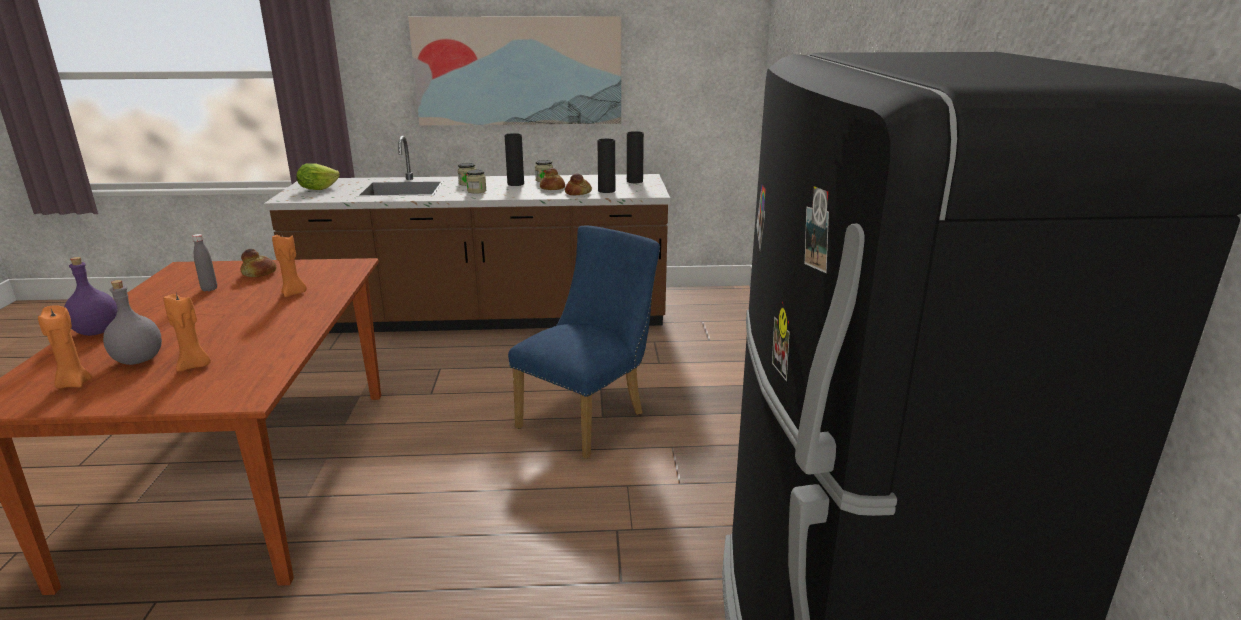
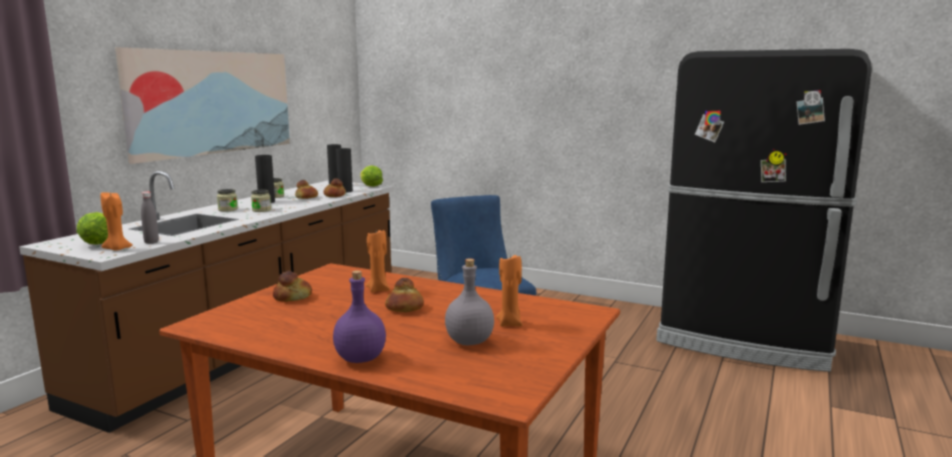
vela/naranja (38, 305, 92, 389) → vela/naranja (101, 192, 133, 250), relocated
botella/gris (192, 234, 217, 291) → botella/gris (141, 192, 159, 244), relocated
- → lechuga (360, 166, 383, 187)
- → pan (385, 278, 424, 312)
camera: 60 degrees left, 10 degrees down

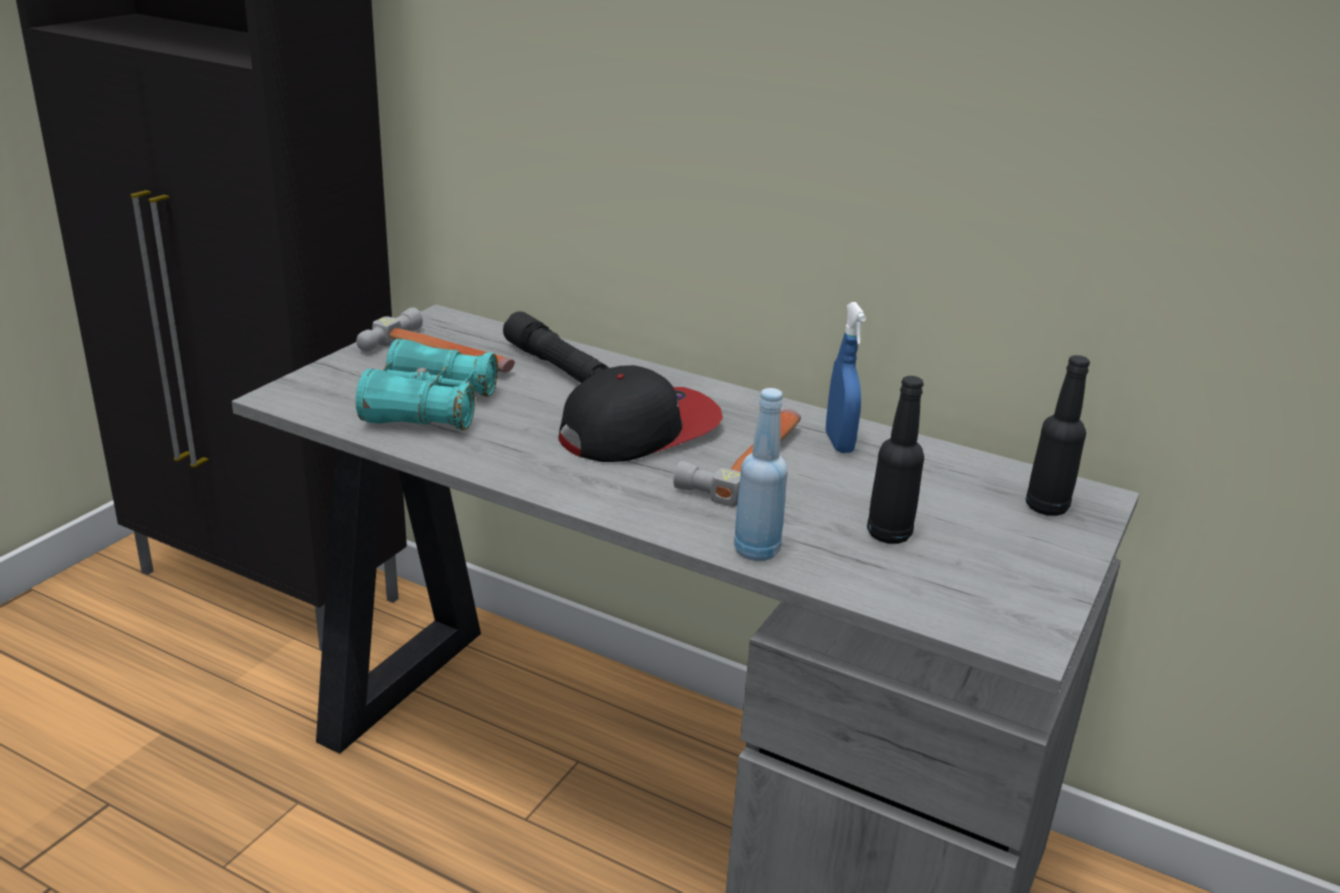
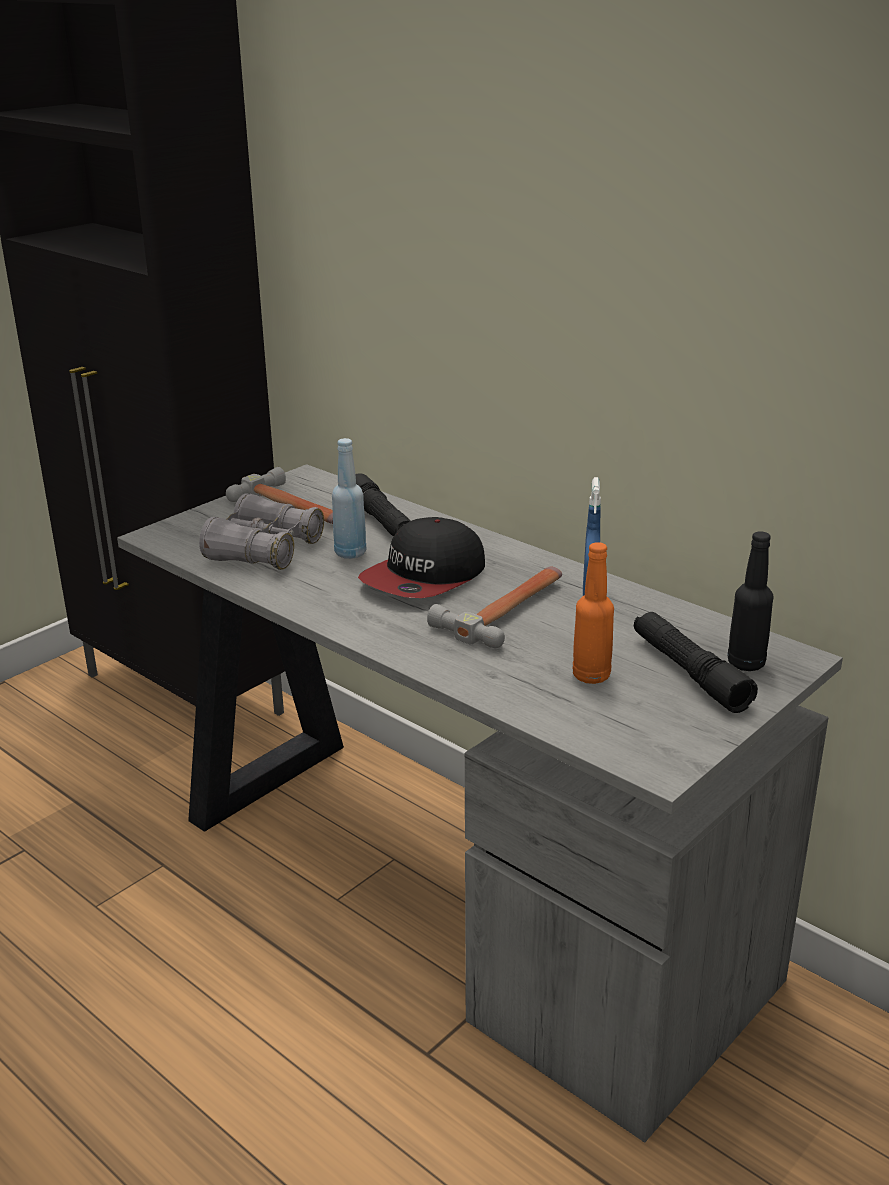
prismáticos/turquesa (356, 339, 498, 430) → prismáticos/gris (199, 493, 324, 570)
botella/azul (734, 388, 788, 561) → botella/azul (332, 438, 366, 559), relocated
gorra (559, 365, 723, 462) → gorra (358, 517, 485, 598), 150 degrees clockwise
botella/negro (867, 376, 924, 544) → botella/naranja (573, 542, 614, 684)
- → linterna/negro (634, 612, 758, 713)
camera: 15 degrees right, 0 degrees up

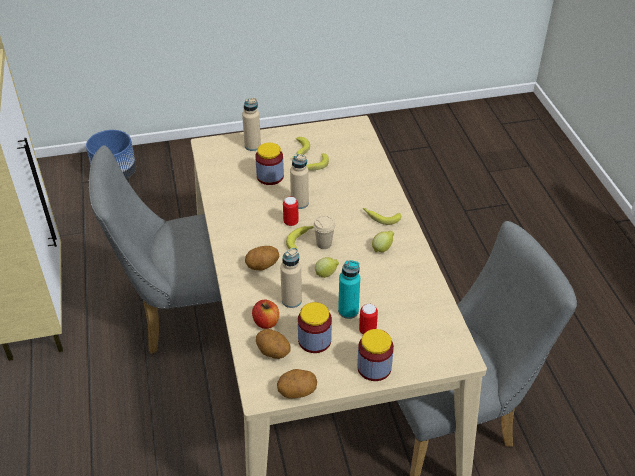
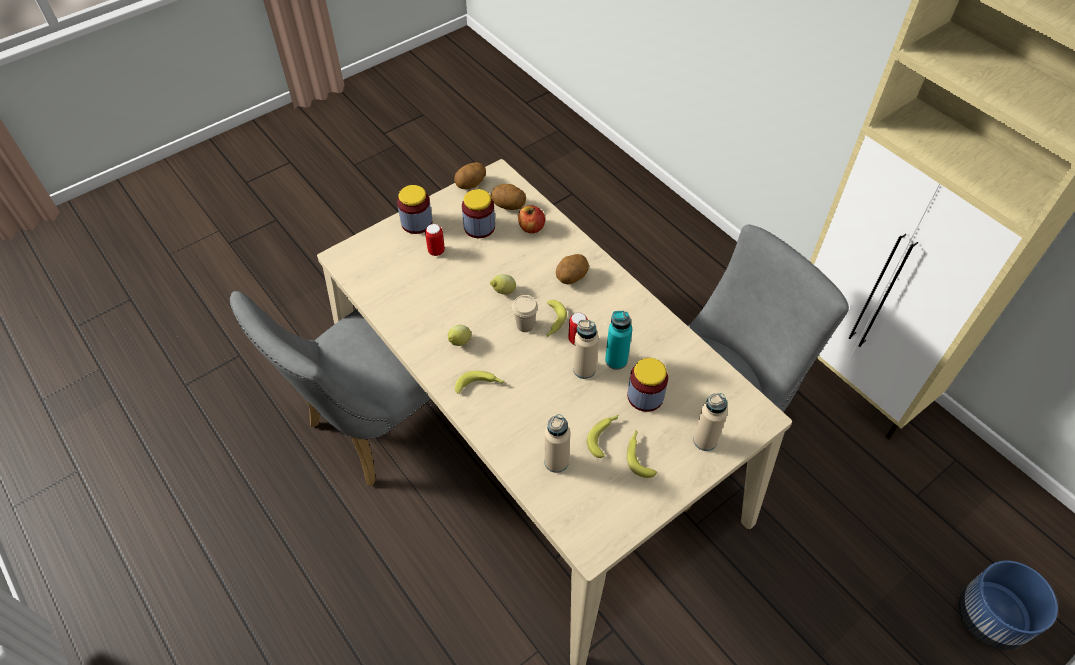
botella/beis (280, 247, 302, 308) → botella/beis (544, 414, 570, 473), relocated
botella/turquesa (338, 260, 360, 319) → botella/turquesa (605, 311, 632, 370), relocated
camera: 155 degrees right, 10 degrees up

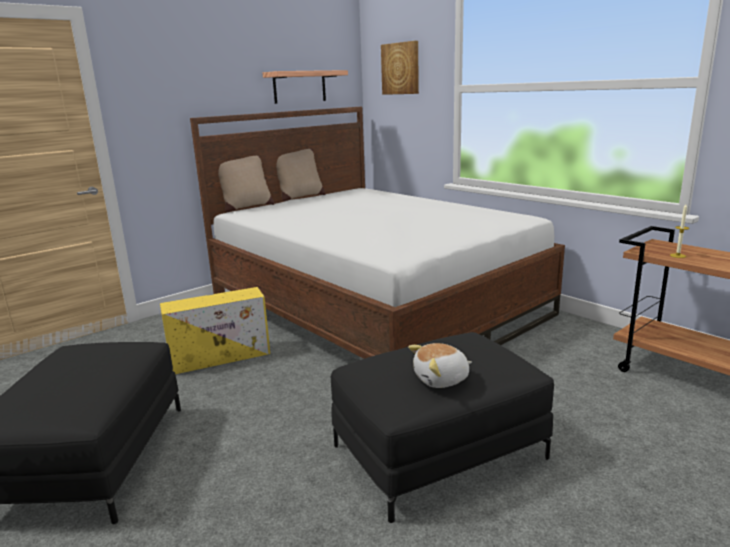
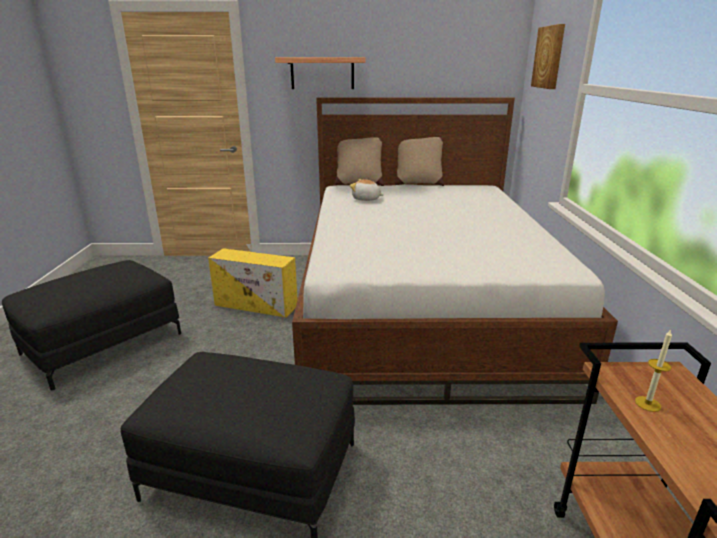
estante (263, 70, 348, 104) → estante (275, 57, 366, 89), relocated
peluche (408, 343, 472, 388) → peluche (350, 179, 384, 201), relocated
camera: 40 degrees right, 5 degrees up

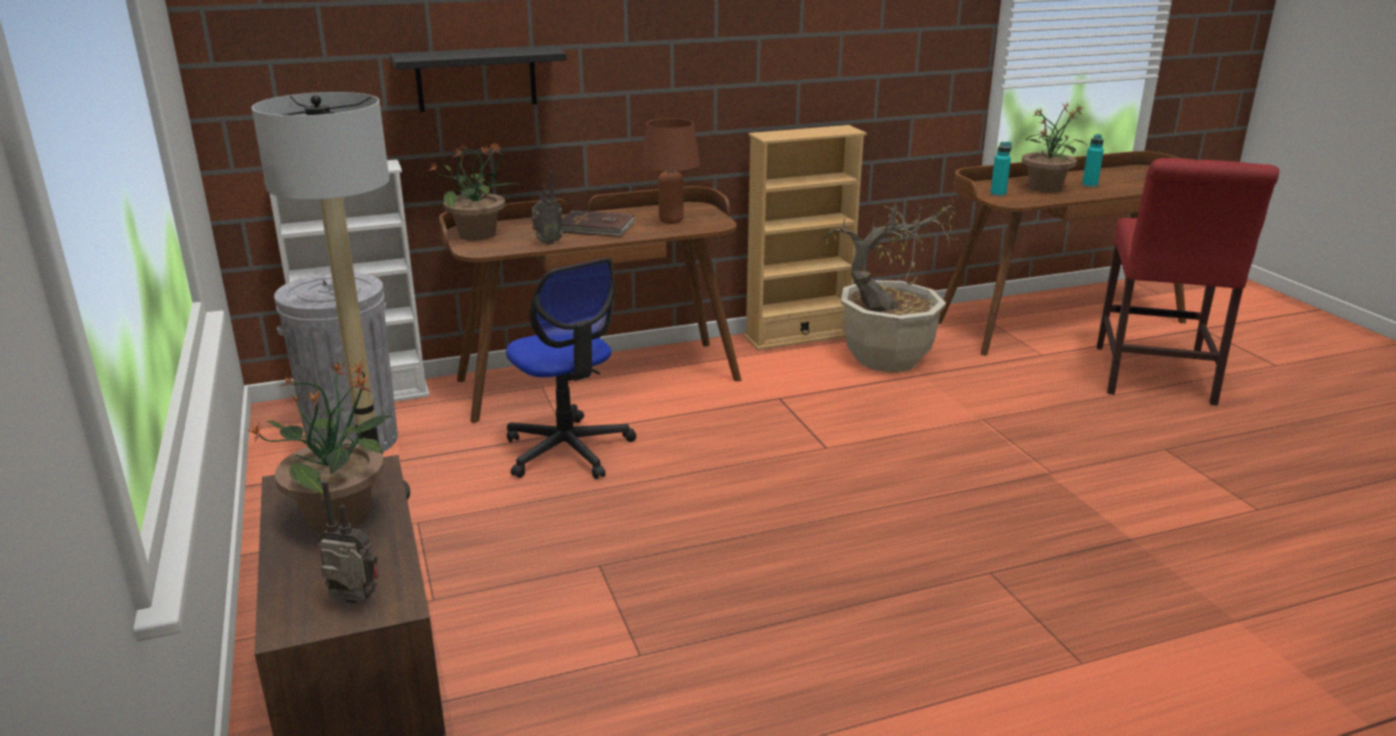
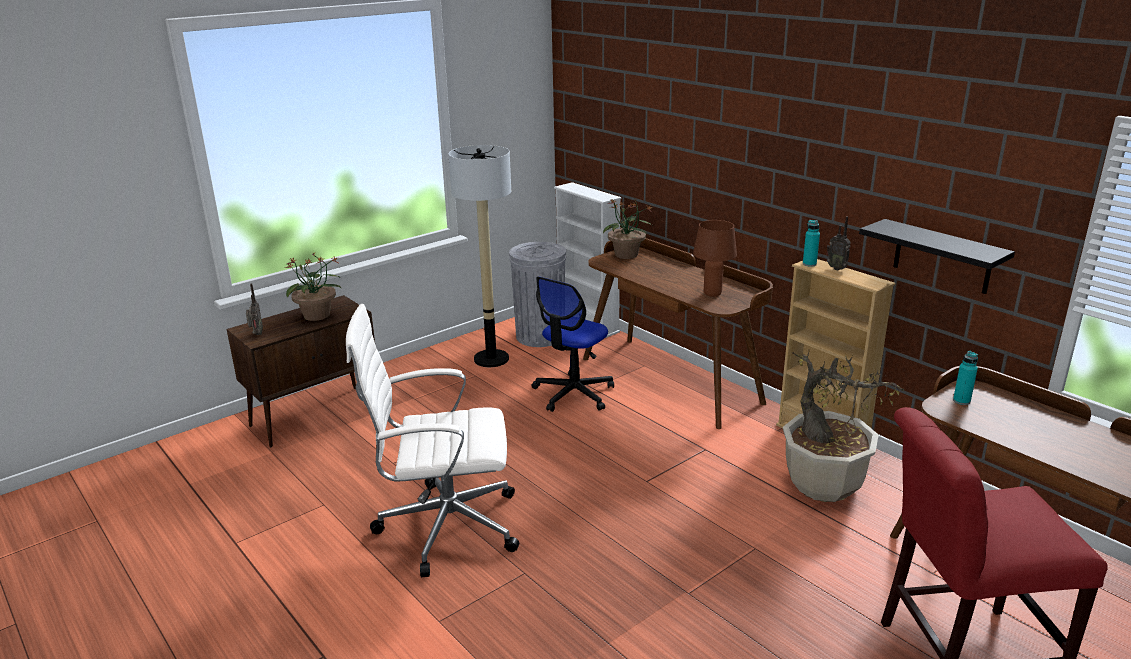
- → silla de oficina/blanco (346, 304, 519, 577)
botella/turquesa (1082, 134, 1104, 187) → botella/turquesa (803, 220, 820, 267), relocated
radio (532, 171, 563, 245) → radio (827, 216, 850, 270), relocated
estante/negro (390, 45, 567, 112) → estante/negro (859, 219, 1015, 294), relocated
libro/marrón (562, 210, 635, 237) → -
planta en maceta (1022, 102, 1087, 192) → -
camera: 70 degrees right, 0 degrees up

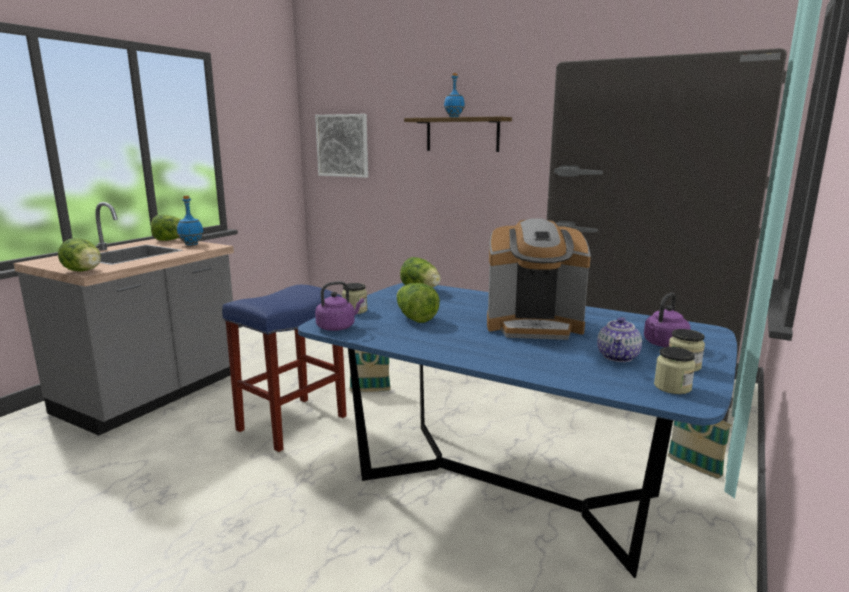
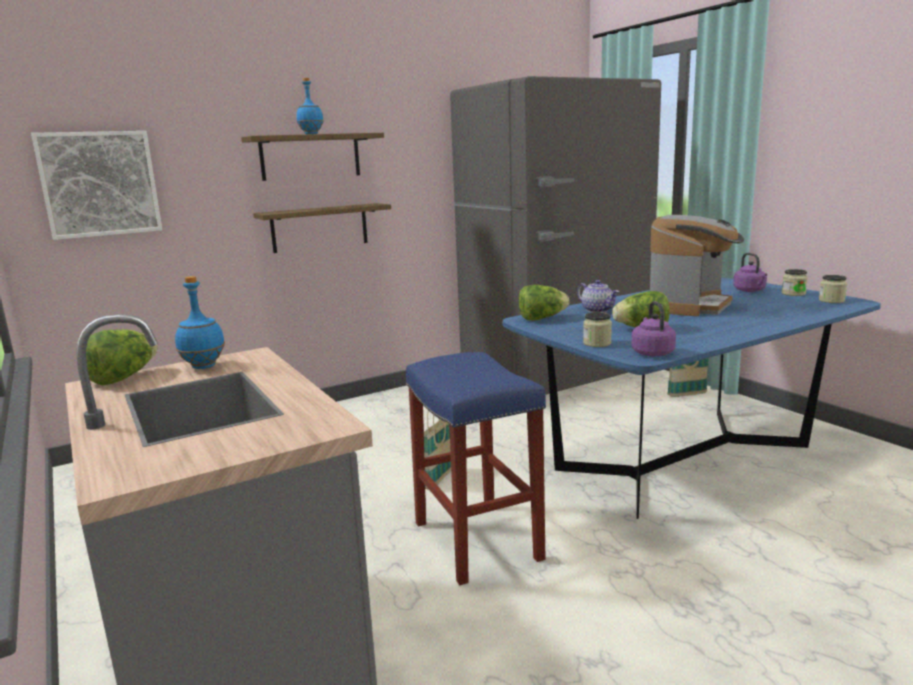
- → estante (253, 203, 391, 253)
tetera (597, 317, 642, 362) → tetera (577, 280, 619, 312), relocated
lechuga (58, 238, 101, 272) → -
camera: 60 degrees left, 0 degrees up

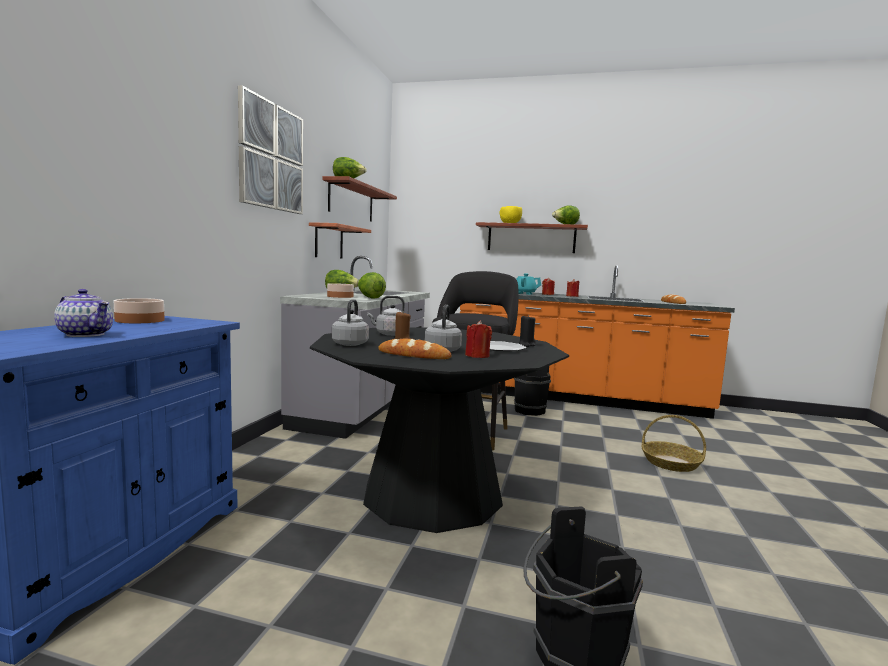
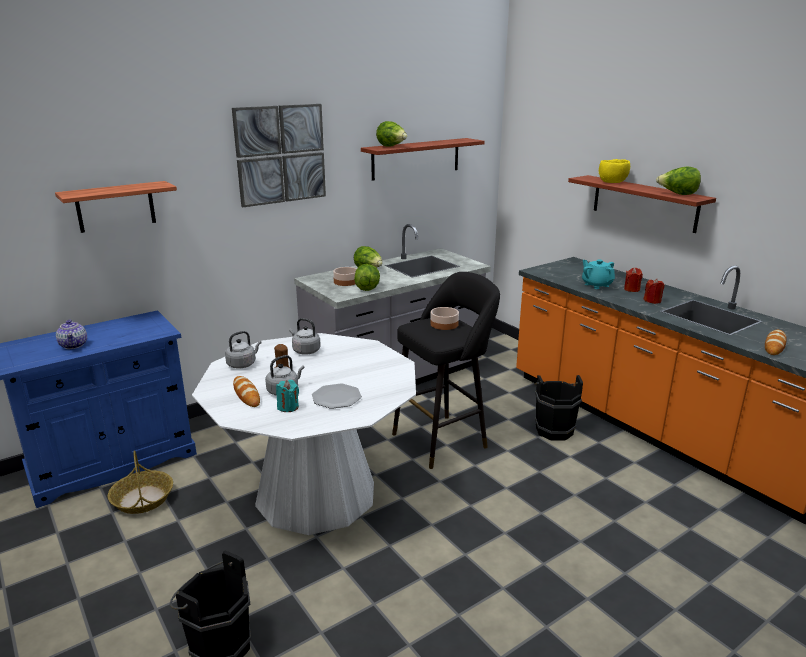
estante (309, 222, 371, 259) → estante (55, 181, 177, 233), relocated
cesta (641, 415, 706, 472) → cesta (108, 451, 173, 514), relocated
mesa de comedor/negro (310, 327, 569, 533) → mesa de comedor/blanco (192, 333, 416, 535)
vela/rojo (465, 320, 492, 358) → vela/turquesa (276, 380, 299, 412)
cuenco (114, 298, 165, 323) → cuenco (430, 307, 459, 330), relocated
vela/negro (518, 316, 536, 347) → -
camera: 40 degrees right, 15 degrees up

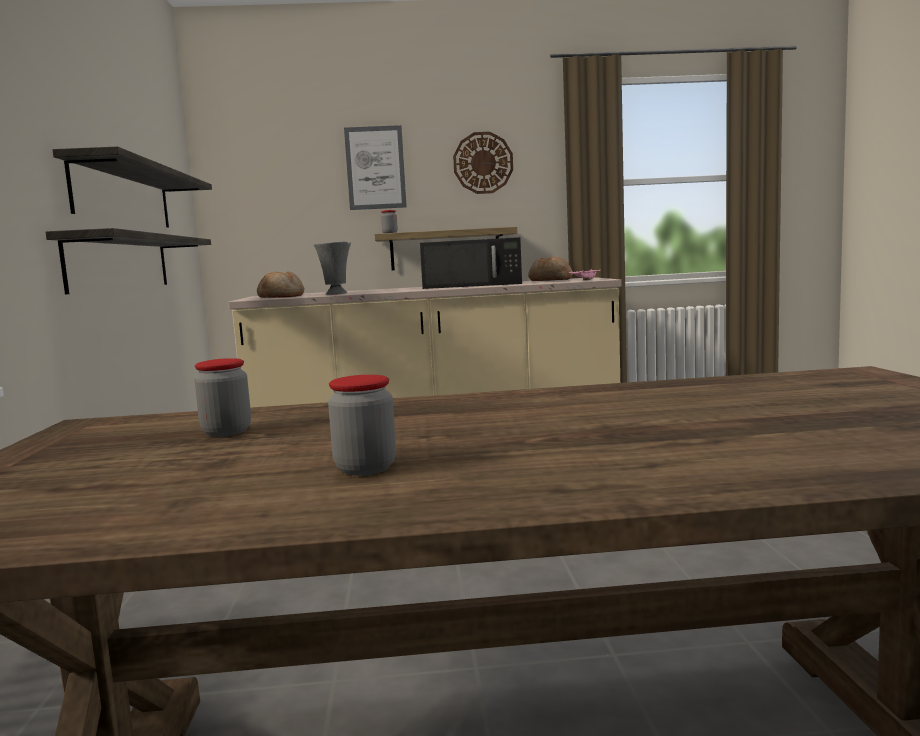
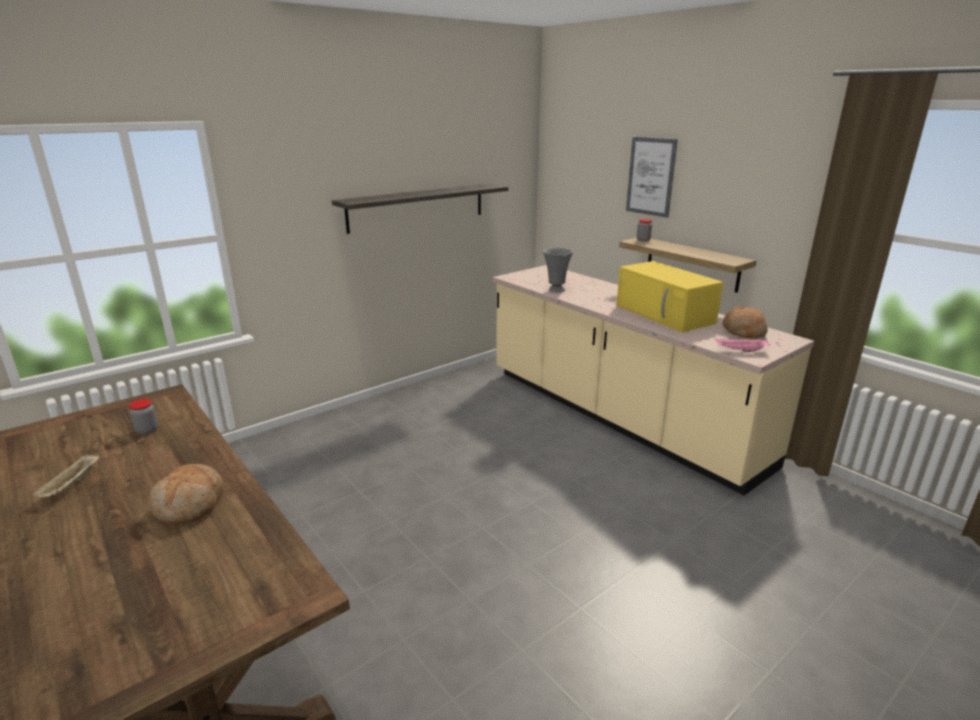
tarro (328, 375, 396, 475) → bandeja/beis (32, 453, 100, 497)
pan (257, 271, 304, 298) → pan (149, 464, 224, 524), relocated
microondas/negro (420, 237, 522, 289) → microondas/amarillo (616, 261, 723, 332)
estante (46, 228, 211, 294) → -
reloj de pared (453, 132, 513, 194) → -
camera: 55 degrees right, 15 degrees up

